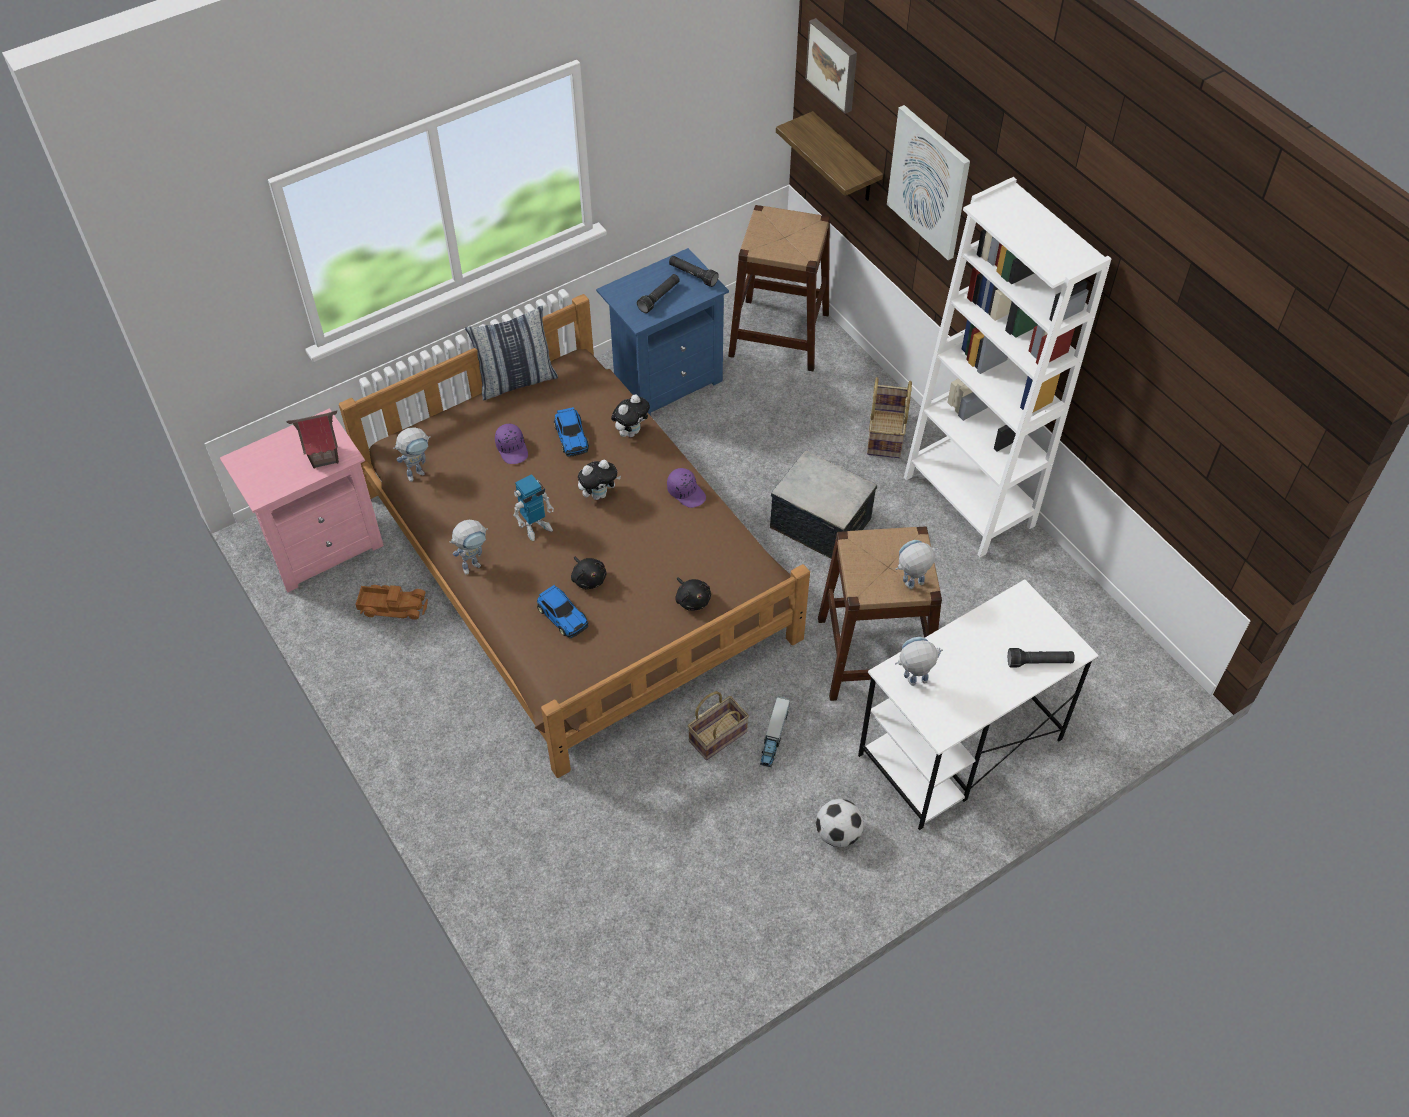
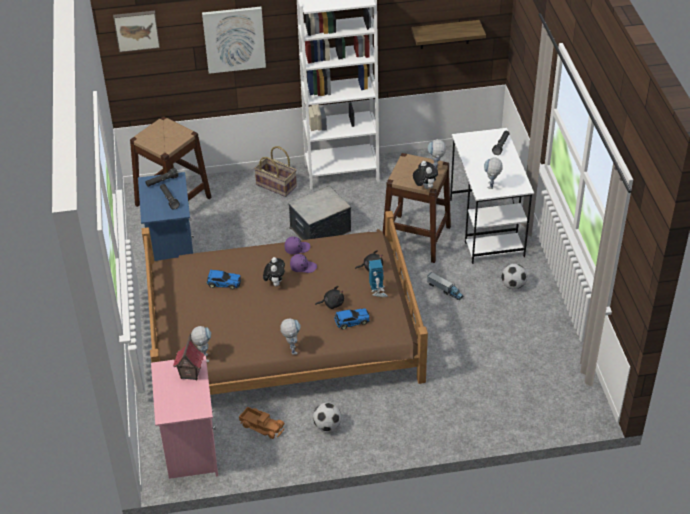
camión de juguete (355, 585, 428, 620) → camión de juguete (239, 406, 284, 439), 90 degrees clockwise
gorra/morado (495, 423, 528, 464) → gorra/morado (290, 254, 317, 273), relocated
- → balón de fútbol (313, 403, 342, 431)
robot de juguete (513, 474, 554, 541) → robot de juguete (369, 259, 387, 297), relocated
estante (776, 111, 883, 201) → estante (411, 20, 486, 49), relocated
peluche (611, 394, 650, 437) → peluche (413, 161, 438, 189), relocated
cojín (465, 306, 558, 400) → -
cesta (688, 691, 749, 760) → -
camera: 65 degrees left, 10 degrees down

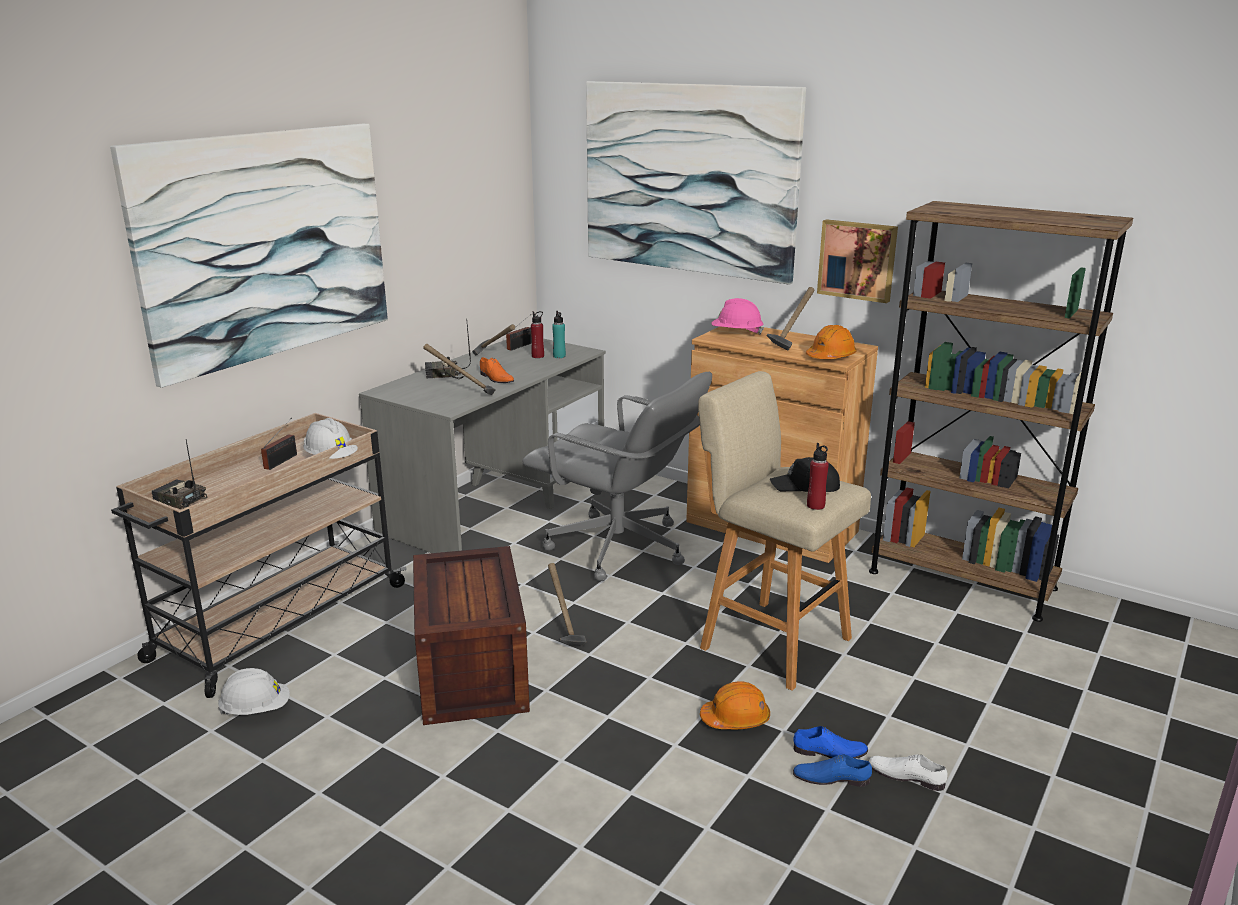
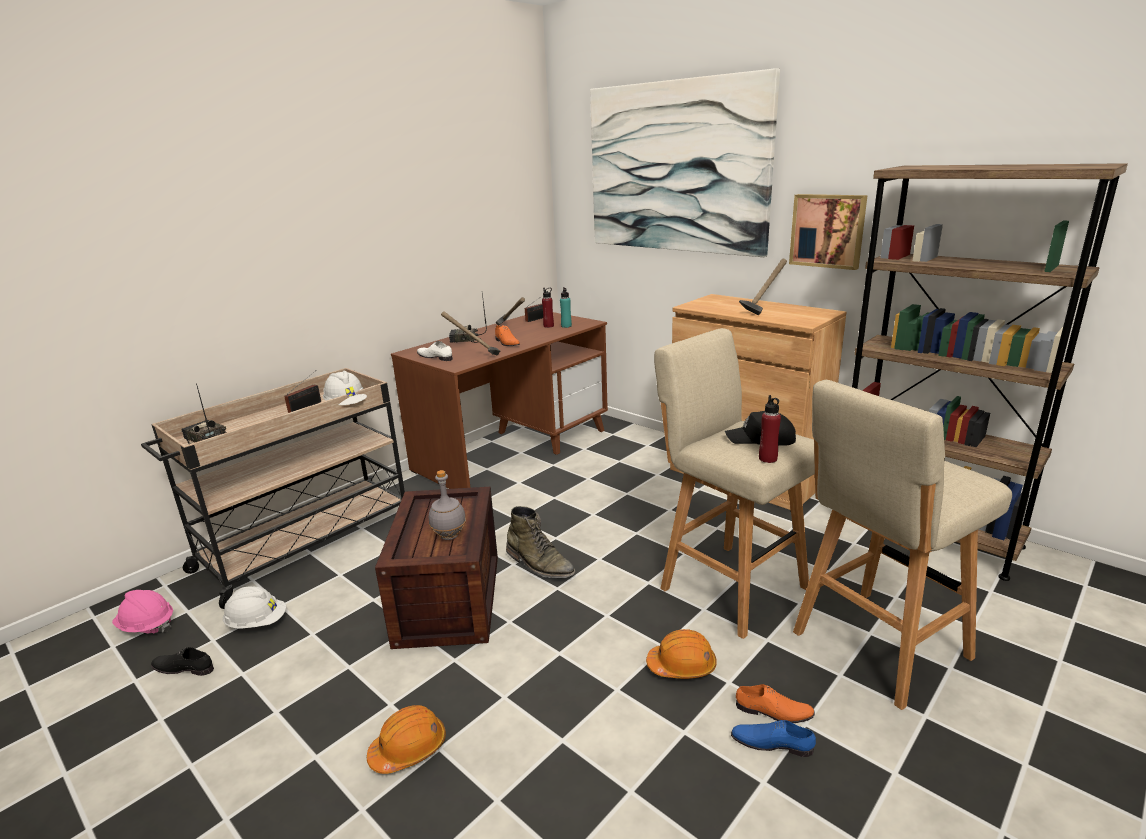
casco/rosa (711, 298, 764, 335) → casco/rosa (112, 590, 173, 634), relocated
- → zapato/negro (151, 647, 214, 676)
casco/naranja (806, 325, 857, 359) → casco/naranja (367, 705, 446, 774), relocated
escritorio/gris (359, 339, 606, 553) → escritorio/marrón (391, 312, 608, 489)
zapato/blanco (868, 755, 948, 791) → zapato/blanco (417, 341, 453, 361), relocated
- → botella/gris (429, 470, 466, 540)
martillo (548, 563, 587, 646) → bota/verde (506, 506, 576, 578)
zapato/azul (793, 726, 868, 759) → zapato/naranja (736, 684, 815, 723)
- → taburete/beis (793, 380, 1012, 710)
cuadro (110, 124, 388, 388) → -
silla de oficina/gris (522, 372, 712, 581) → -
camera: 10 degrees right, 0 degrees up

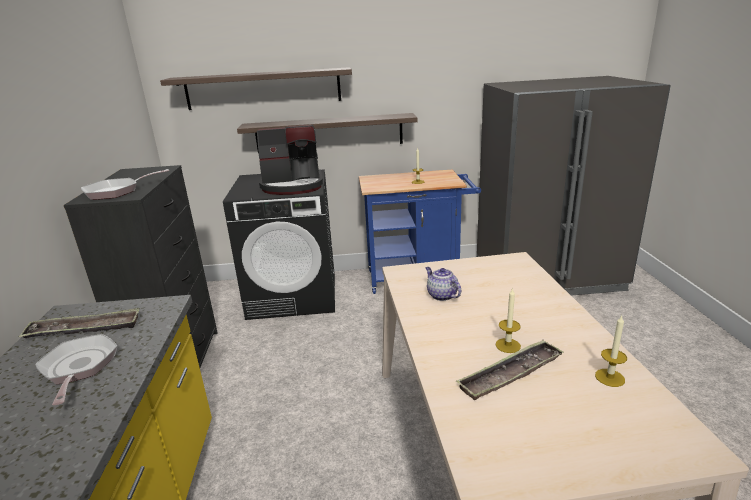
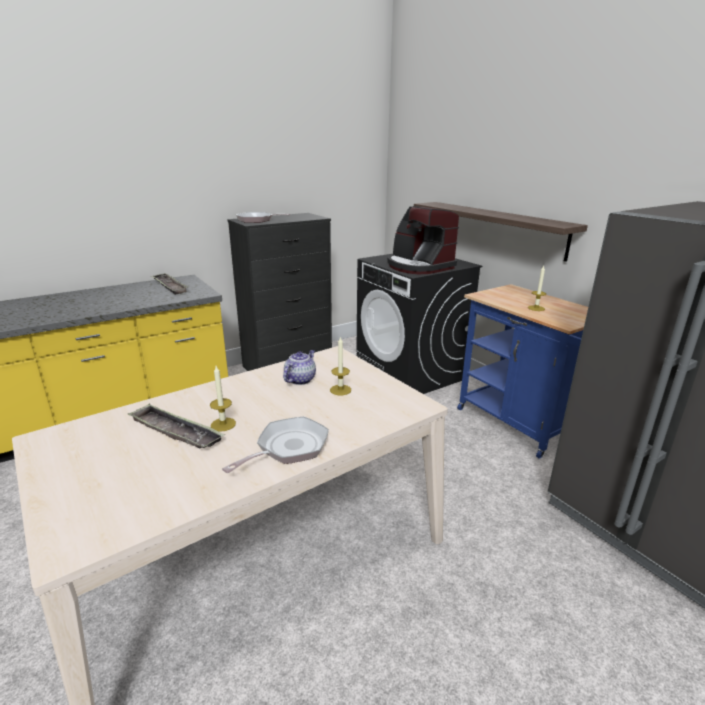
sartén (35, 334, 117, 405) → sartén (222, 416, 329, 473), relocated
vela (595, 316, 627, 387) → vela (330, 336, 351, 395), relocated
estante (160, 67, 352, 110) → -
camera: 60 degrees right, 0 degrees up

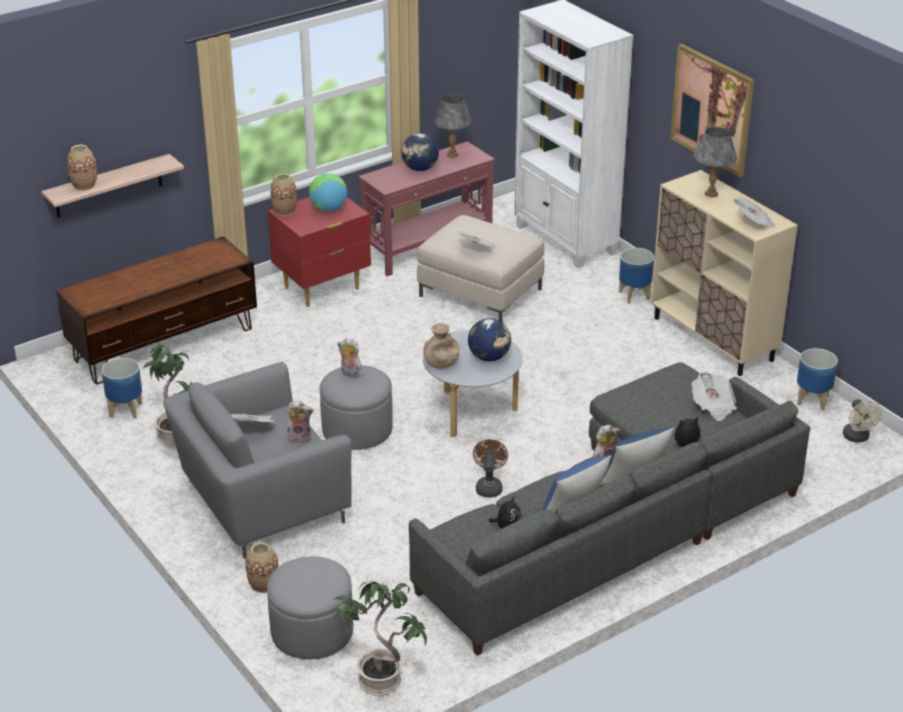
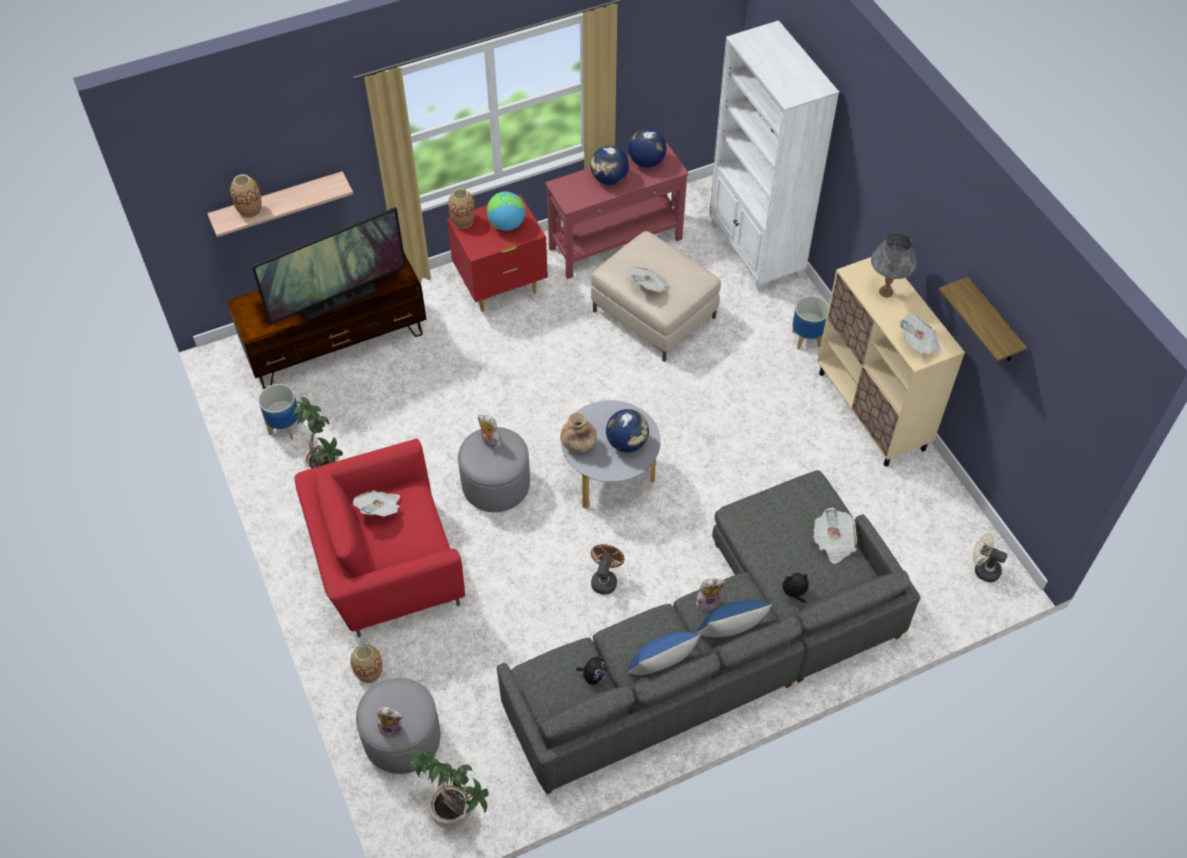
- → televisor (252, 207, 406, 325)
sillón/gris (163, 362, 351, 559) → sillón/rojo (295, 439, 465, 637)
peluche (287, 401, 314, 444) → peluche (376, 706, 403, 738), relocated
lámpara de mesa/gris (433, 94, 472, 158) → globo terráqueo (628, 129, 667, 168)
- → estante (939, 277, 1027, 361)
ventilador/beis (843, 399, 882, 443) → ventilador/beis (973, 533, 1007, 582), 120 degrees clockwise
cuadro (670, 44, 754, 177) → -
maceta (797, 348, 838, 410) → -
camera: 10 degrees right, 20 degrees up

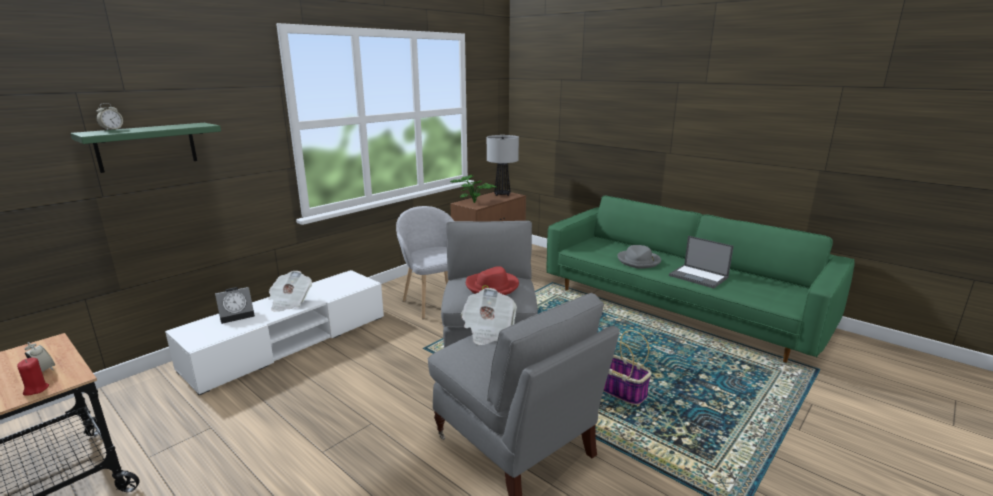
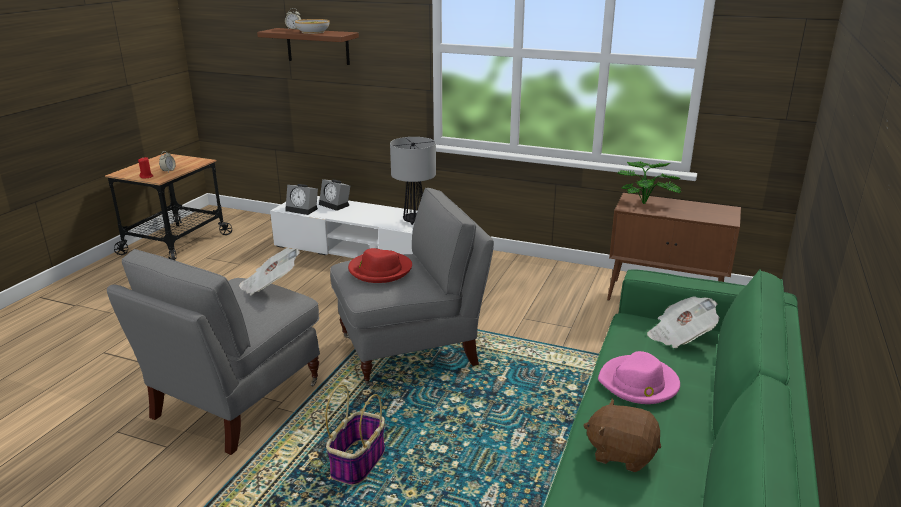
estante/verde (70, 123, 221, 173) → estante/marrón (257, 28, 359, 65)
- → despertador (285, 184, 318, 215)
- → cuenco (295, 19, 330, 34)
lámpara de mesa (487, 135, 519, 196) → lámpara de mesa (390, 137, 436, 225), relocated
portátil (669, 236, 734, 288) → peluche/marrón (583, 399, 661, 472)
sombrero/gris (617, 245, 661, 269) → sombrero/rosa (598, 351, 680, 404)
periódico (269, 271, 312, 312) → periódico (647, 296, 719, 348), relocated
sillón/gris (396, 206, 454, 319) → -
camera: 70 degrees right, 5 degrees up

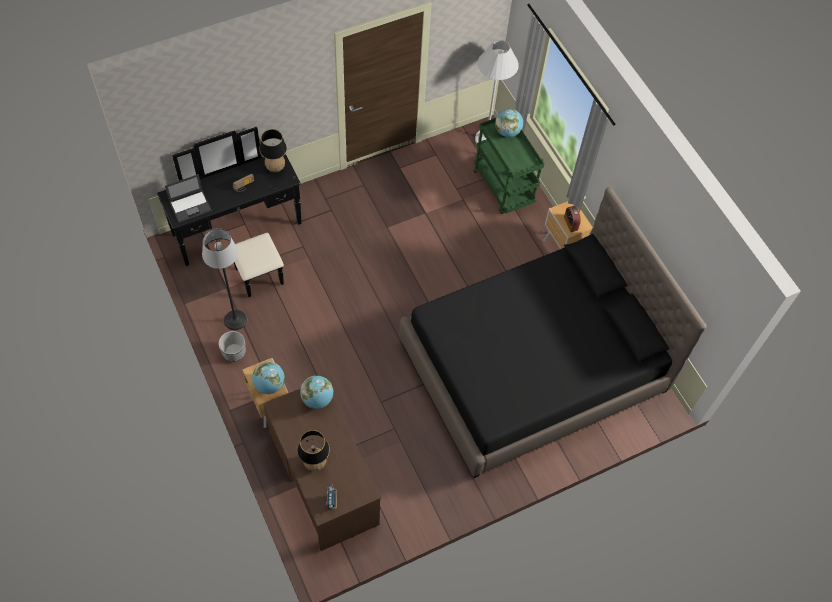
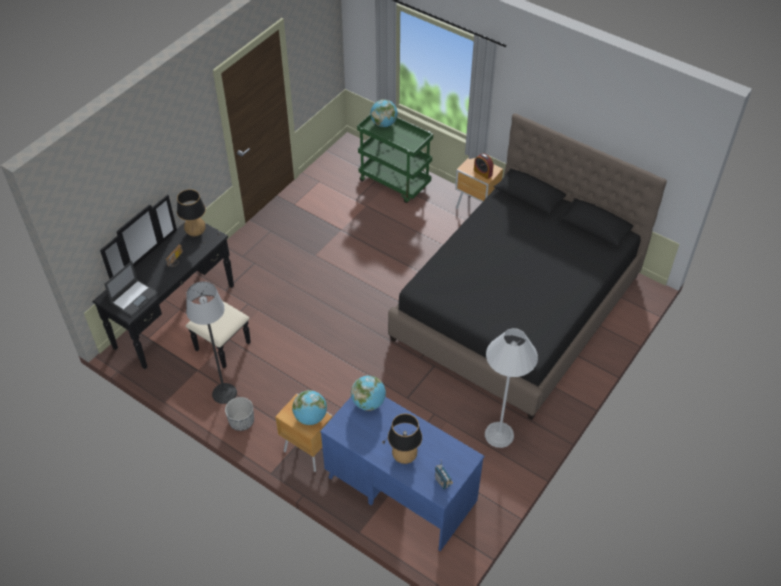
escritorio/marrón (263, 388, 381, 551) → escritorio/azul (320, 397, 485, 551)
lámpara de pie/blanco (475, 40, 519, 144) → lámpara de pie/blanco (485, 328, 538, 448), relocated
camera: 25 degrees left, 10 degrees down

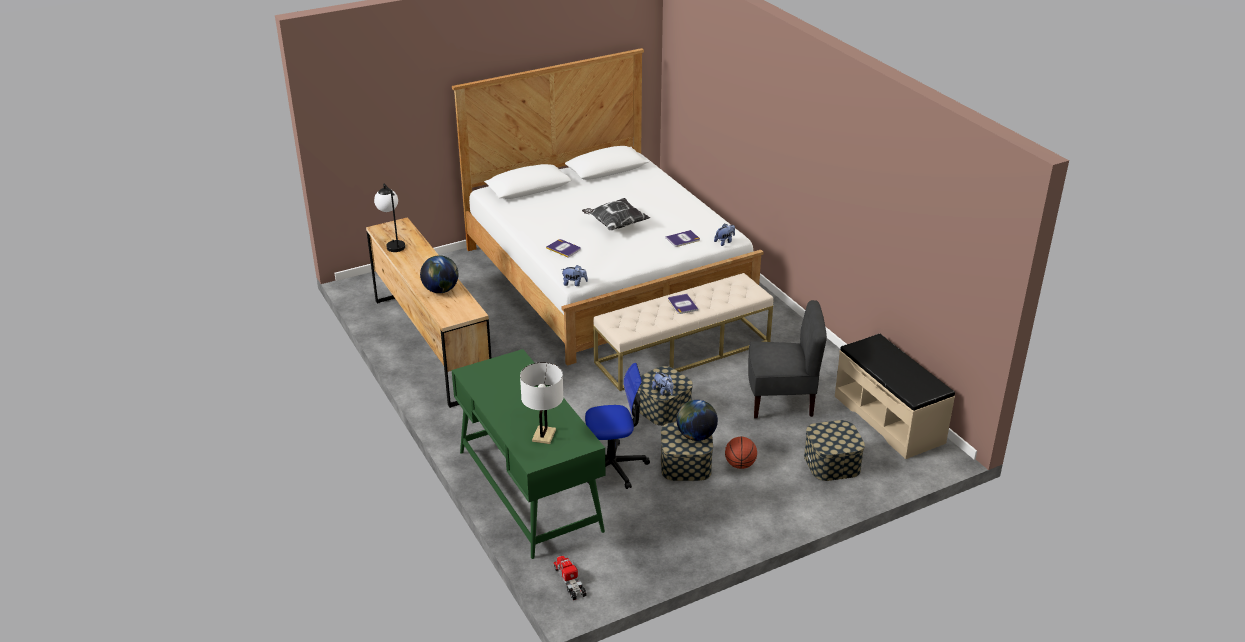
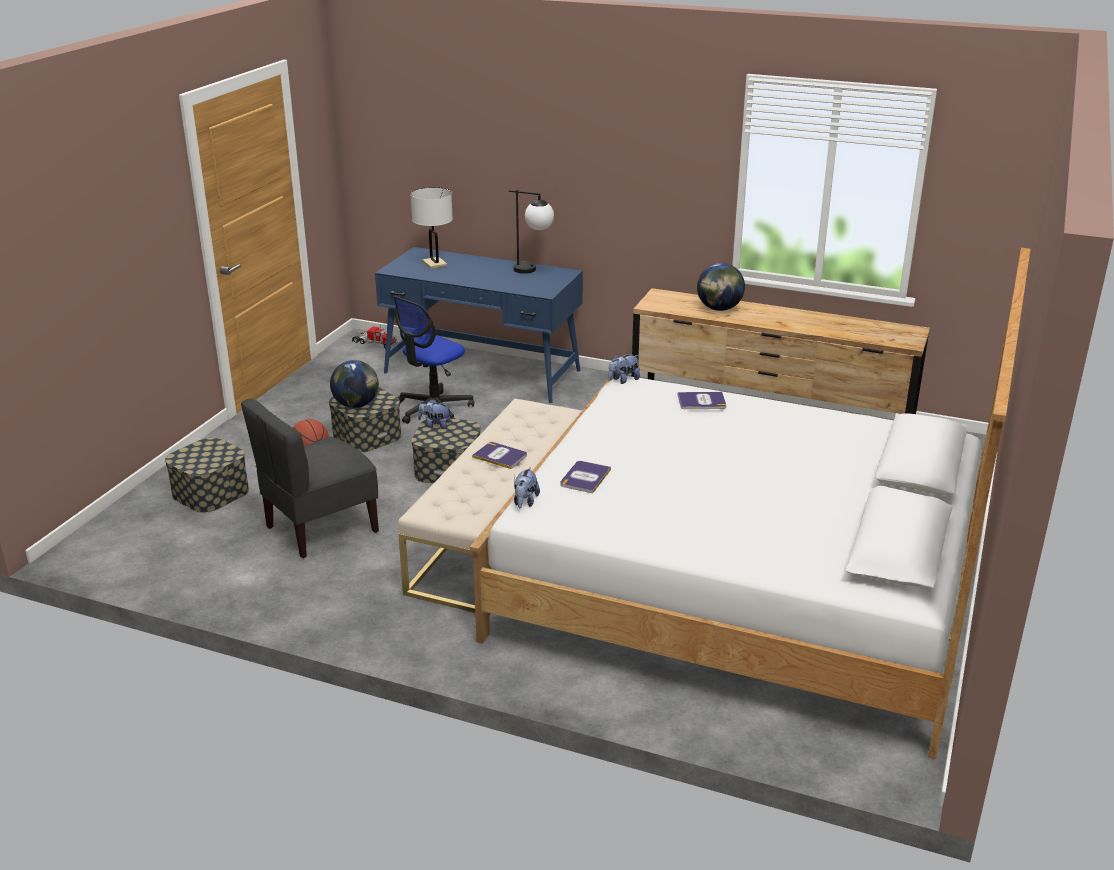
escritorio/verde (452, 349, 605, 559) → escritorio/azul (375, 247, 583, 403)
lámpara de mesa (374, 183, 405, 252) → lámpara de mesa (509, 190, 554, 274), relocated
cojín (582, 198, 651, 230) → -
banco/beis (835, 334, 955, 459) → -
camera: 140 degrees right, 5 degrees down

